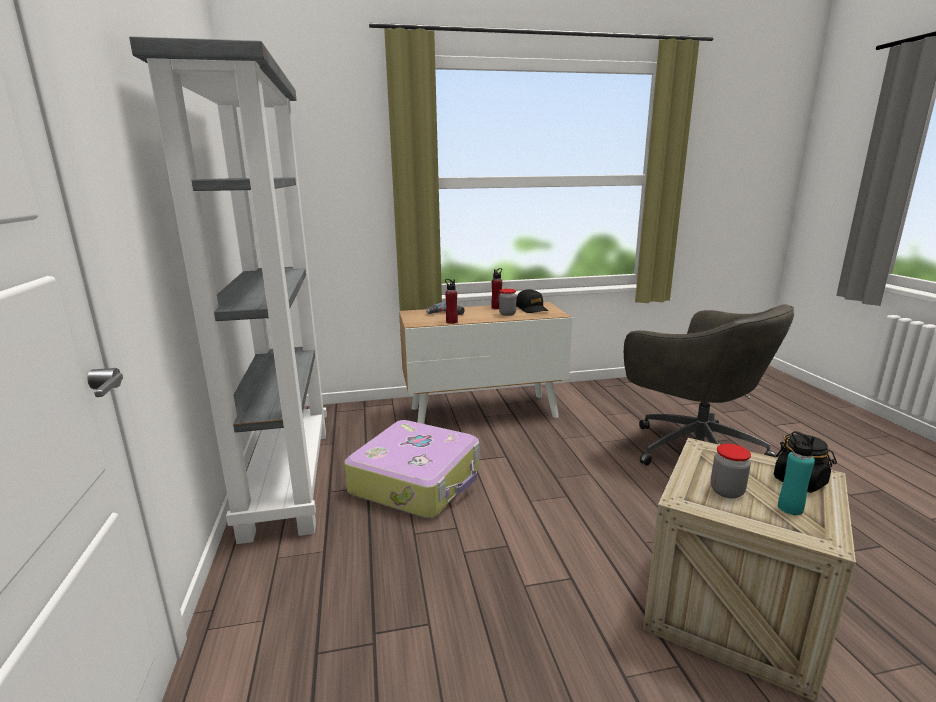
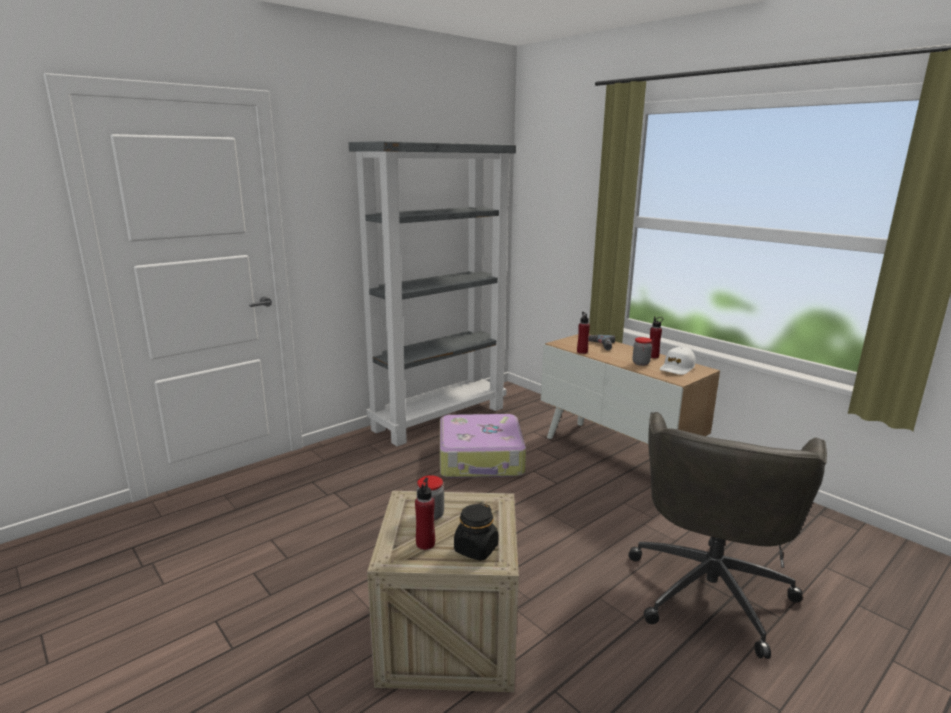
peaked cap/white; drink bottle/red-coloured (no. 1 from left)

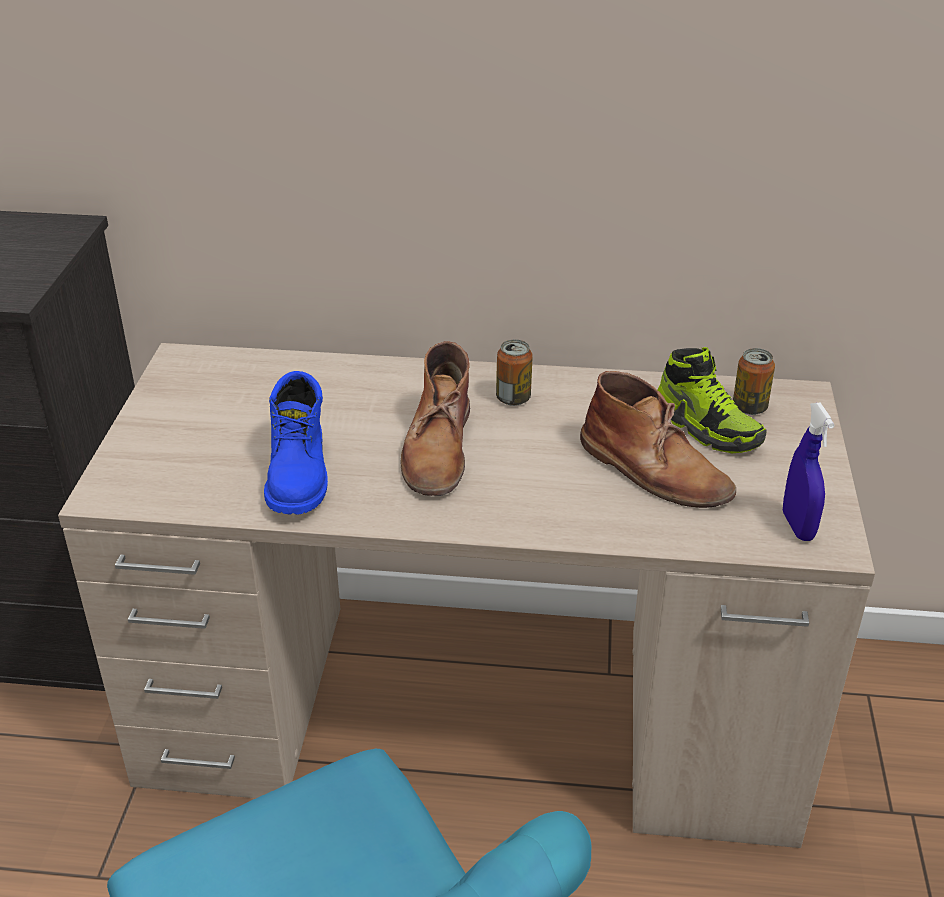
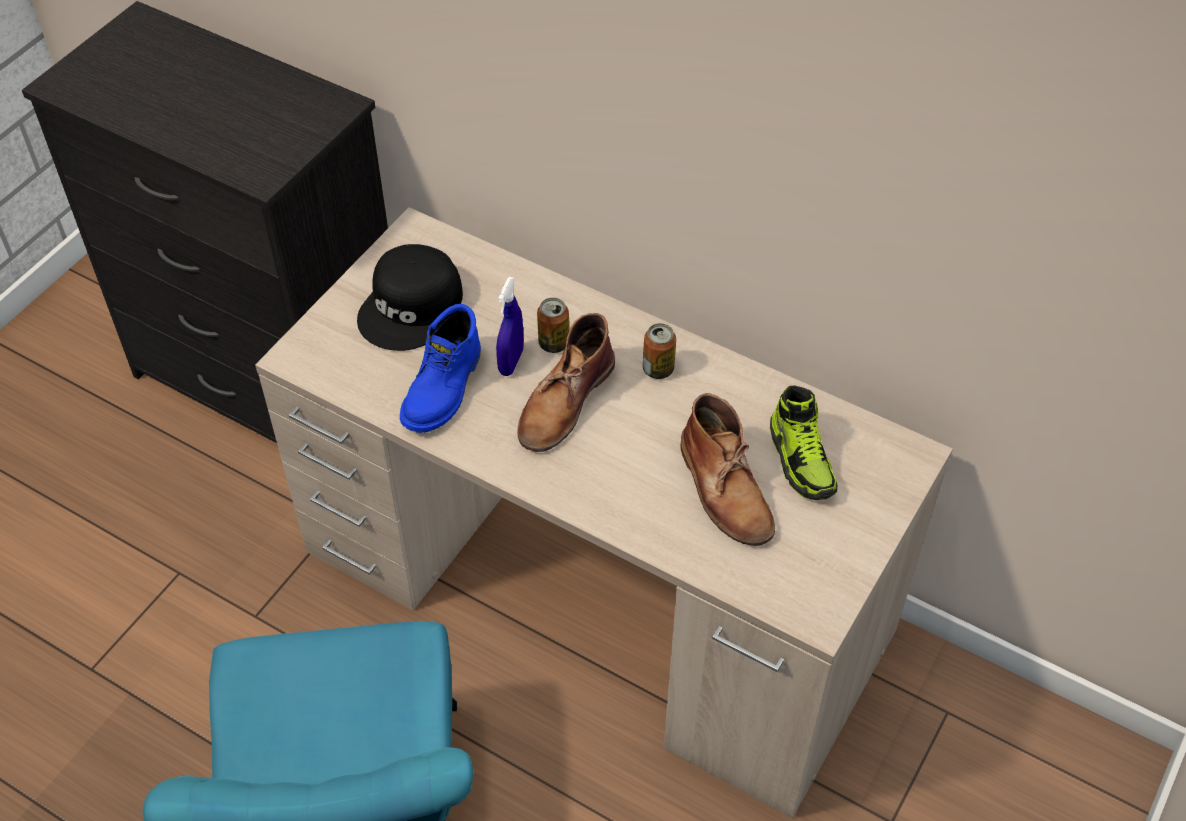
sealed can (no. 1 from left); sprayer/blue; peaked cap/black-coloured

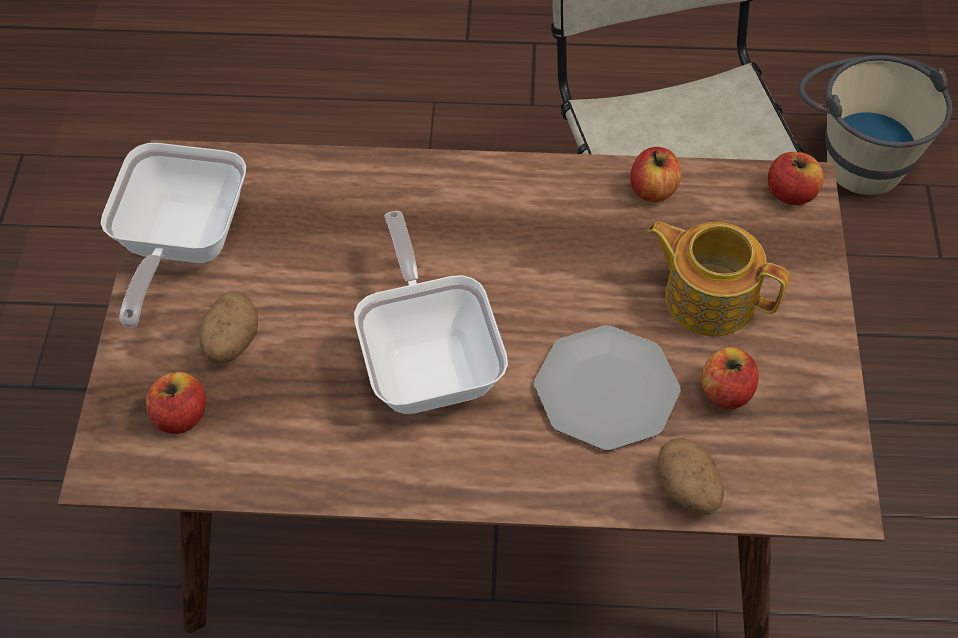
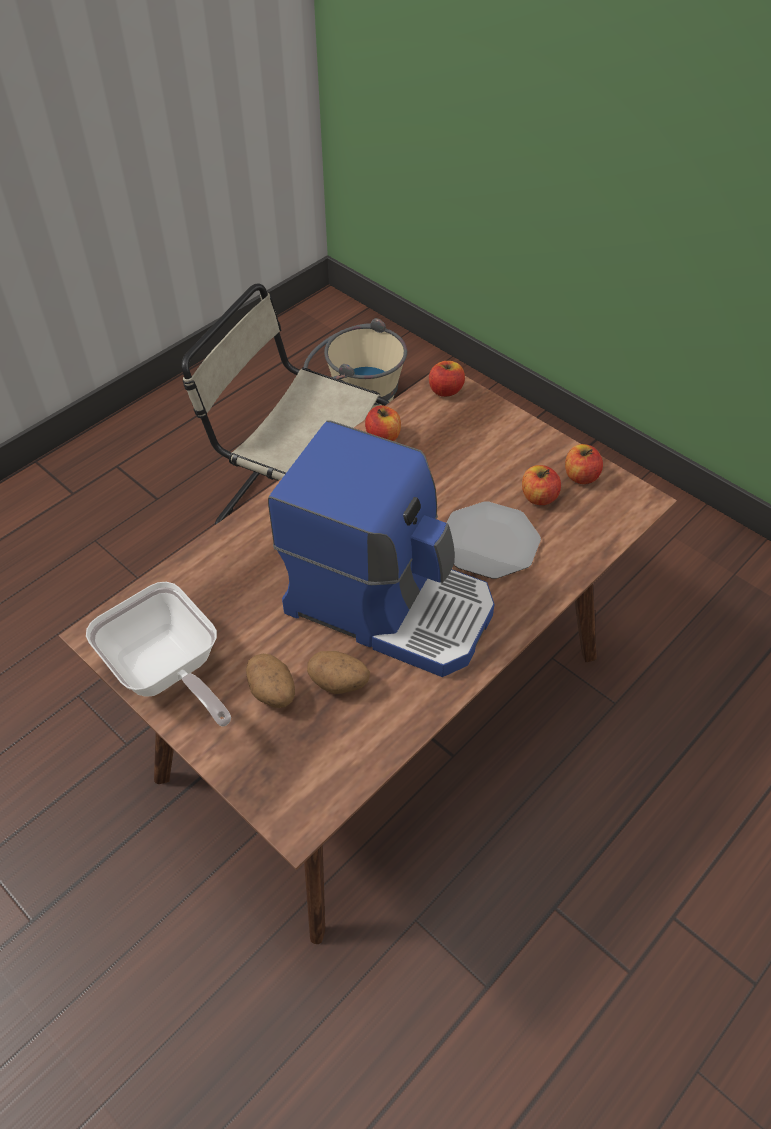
coffee machine; teapot; apple fruit (no. 4 from left); spud (no. 2 from left)

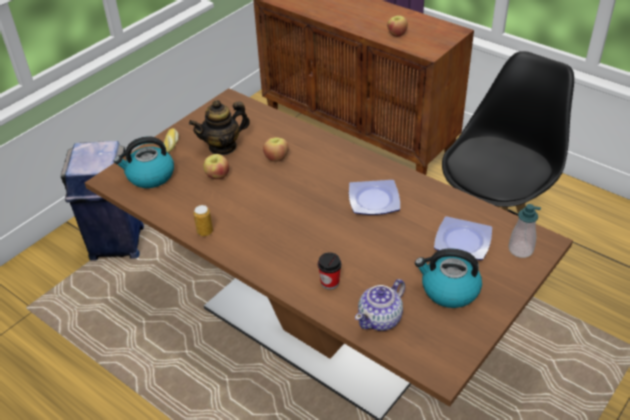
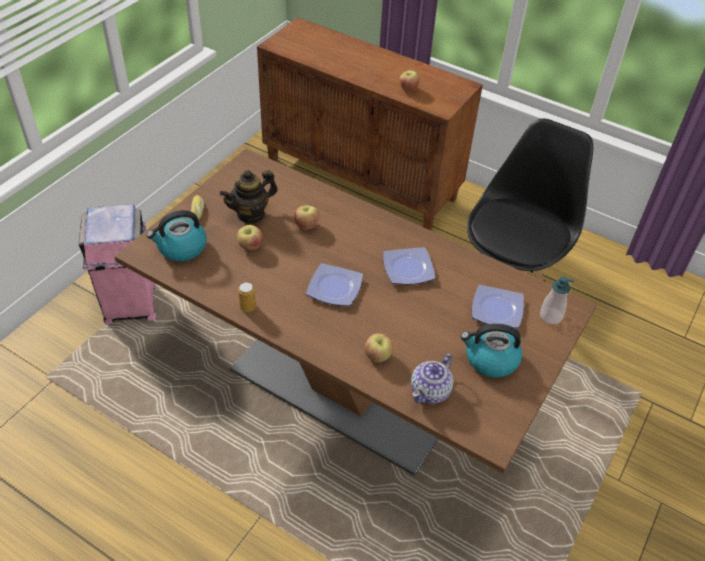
waste bin/pinkish; apple fruit (no. 3 from left); plate (no. 1 from left)

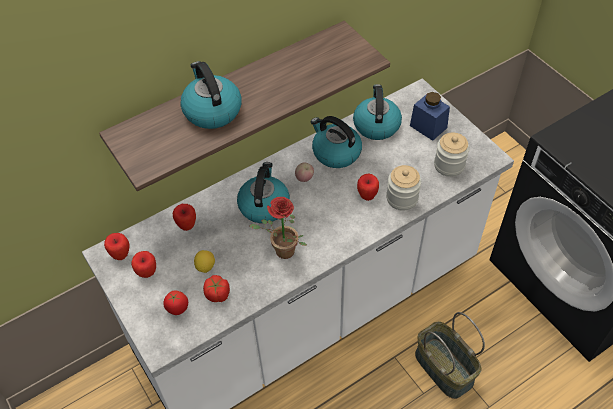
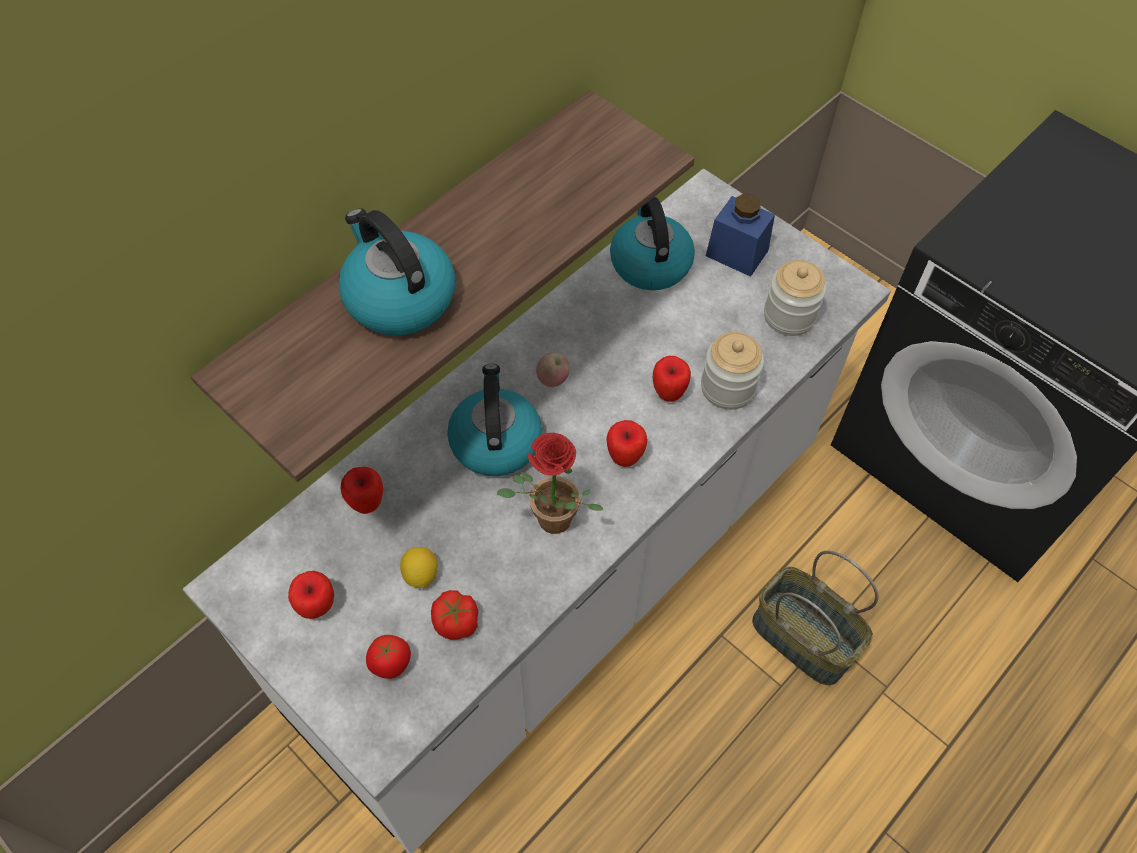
water kettle (no. 3 from left in the first image); apple fruit (no. 4 from left)

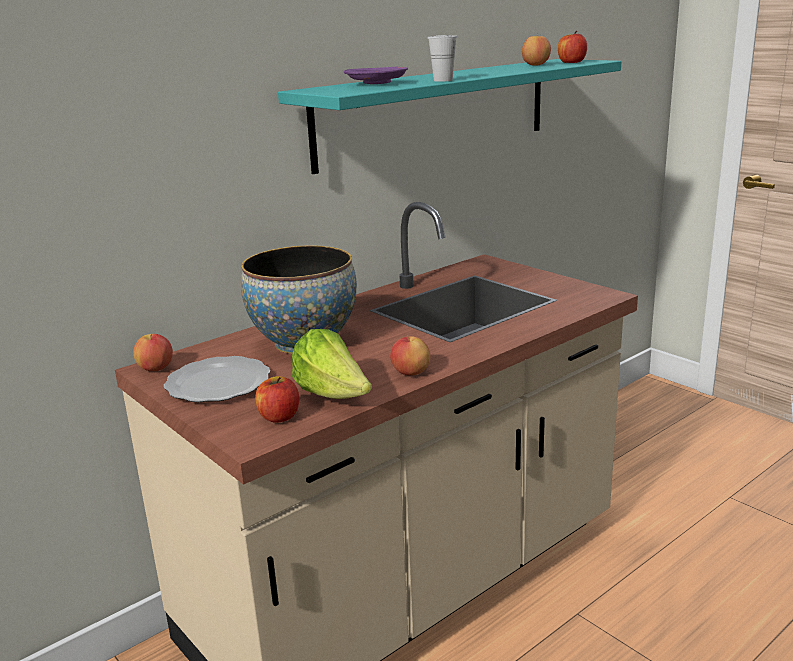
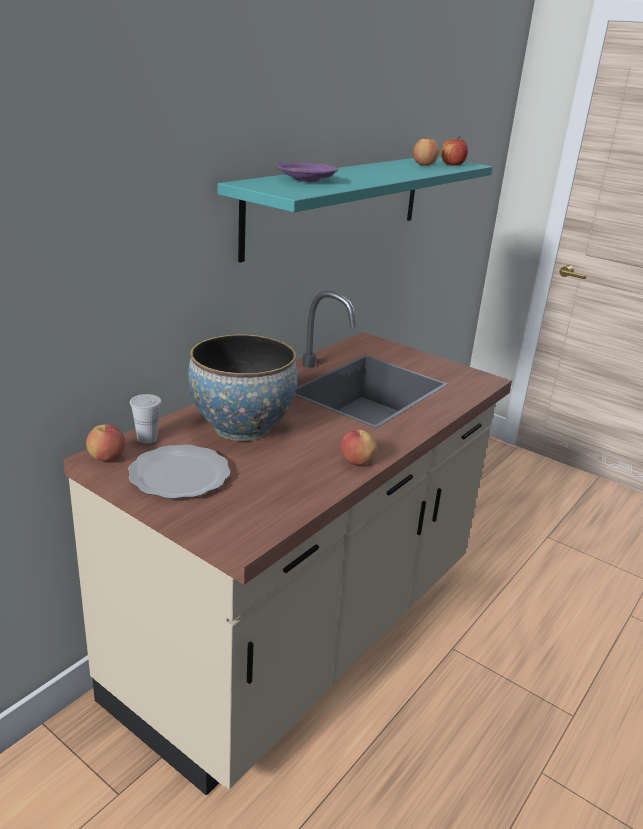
drinking cup/white; head of lettuce; apple fruit (no. 2 from left in the first image)

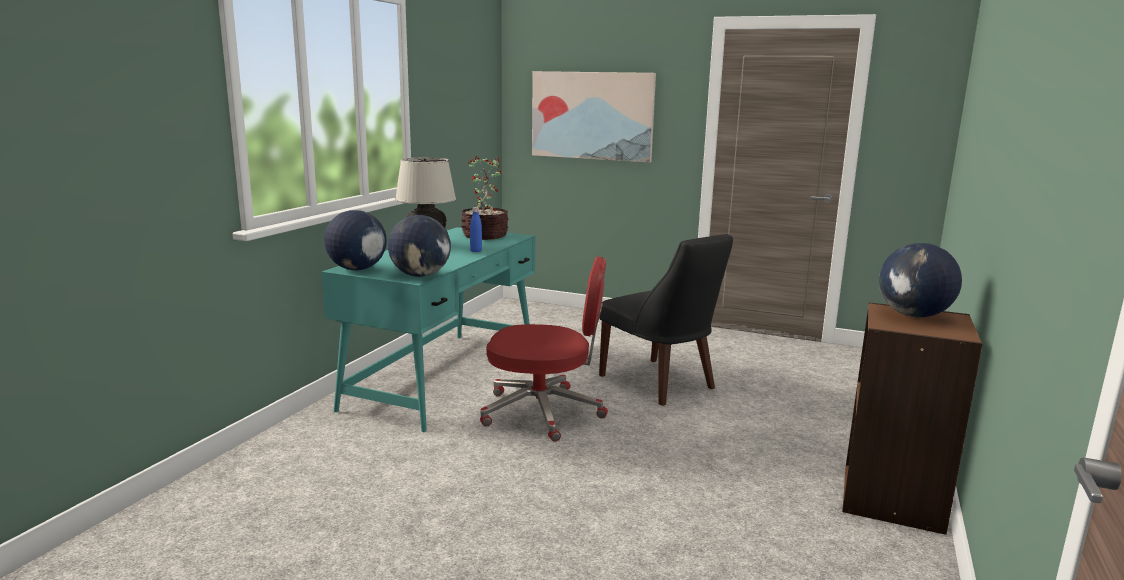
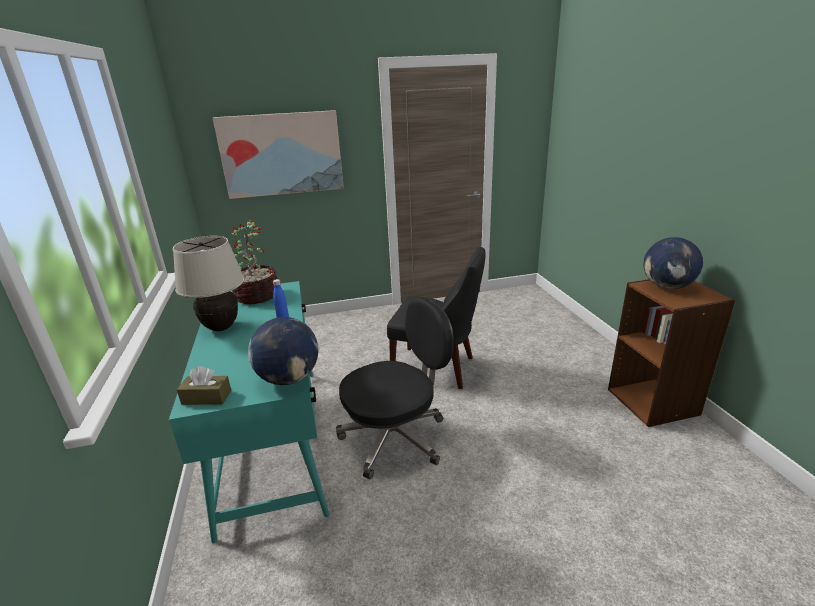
tissue holder/brownish; desk chair/black-coloured

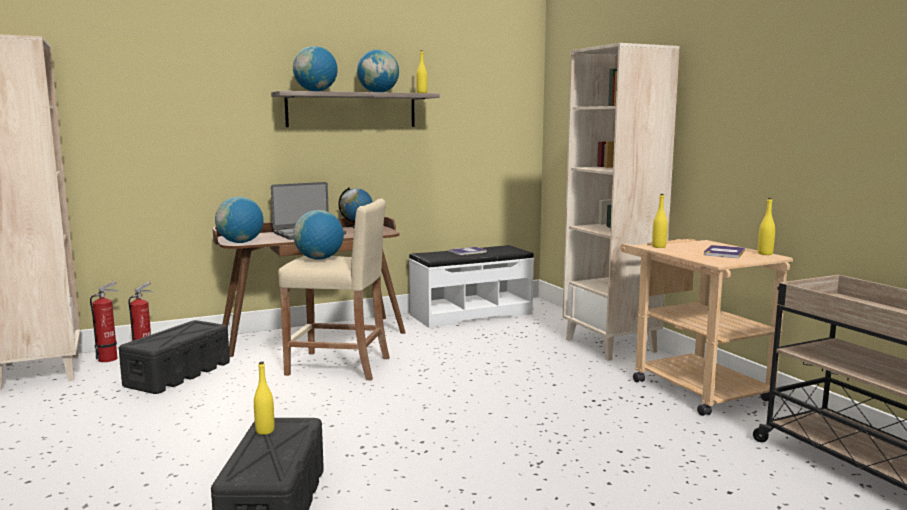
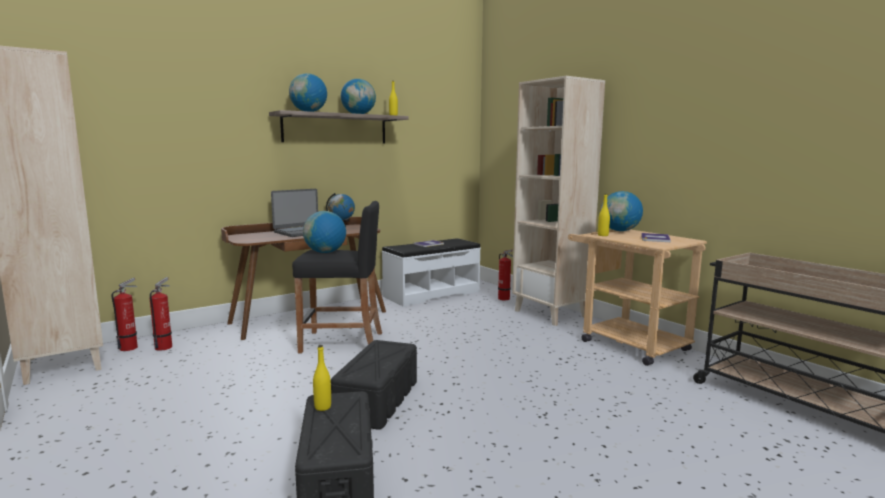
globe (no. 5 from left); stool seat/black-coloured; drink bottle/yellowish (no. 4 from left in the first image); storage bin/black-coloured (no. 2 from left); extinguisher (no. 3 from left)

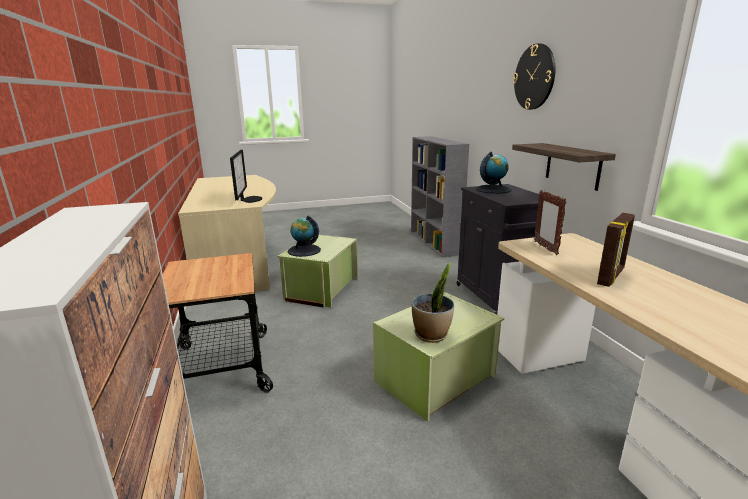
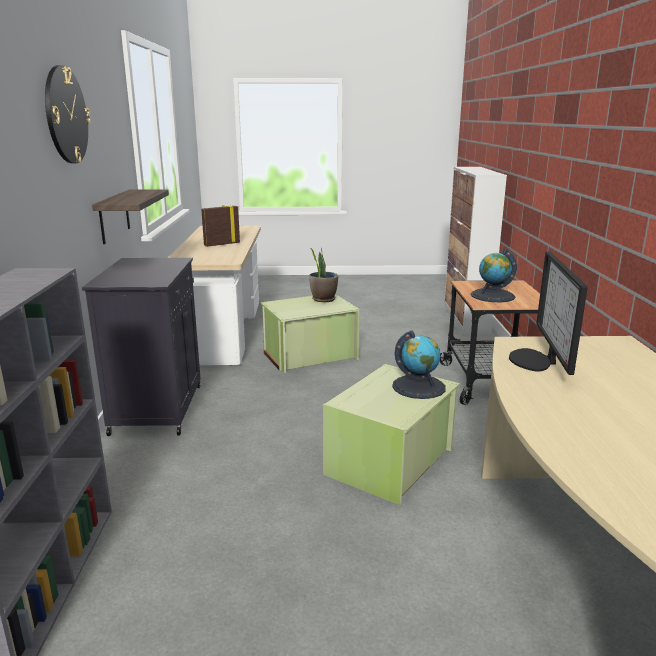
globe (no. 2 from left); photo frame (no. 1 from left in the first image)

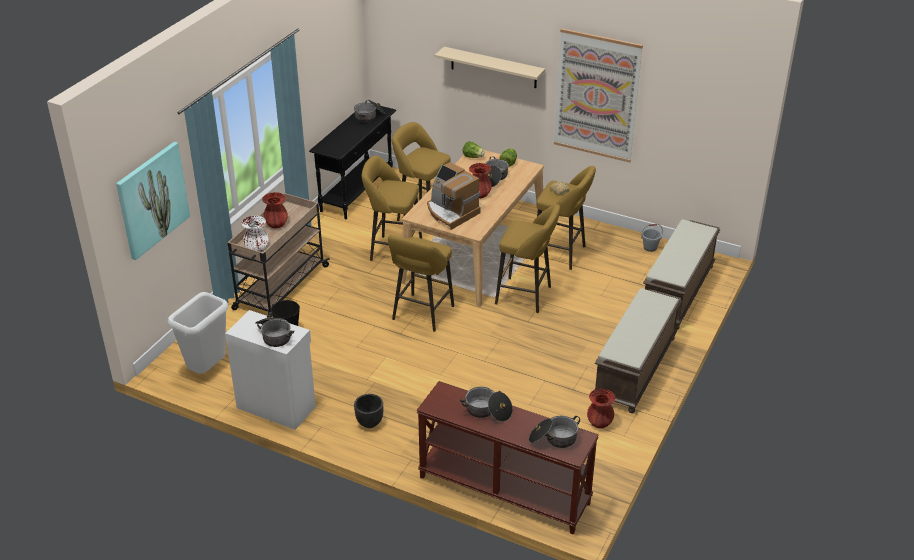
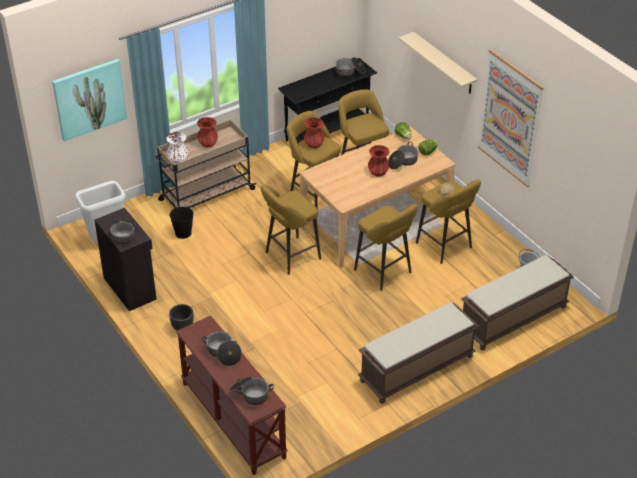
coffee machine; cabinet/black-coloured; flower vase/red-coloured (no. 2 from left)

